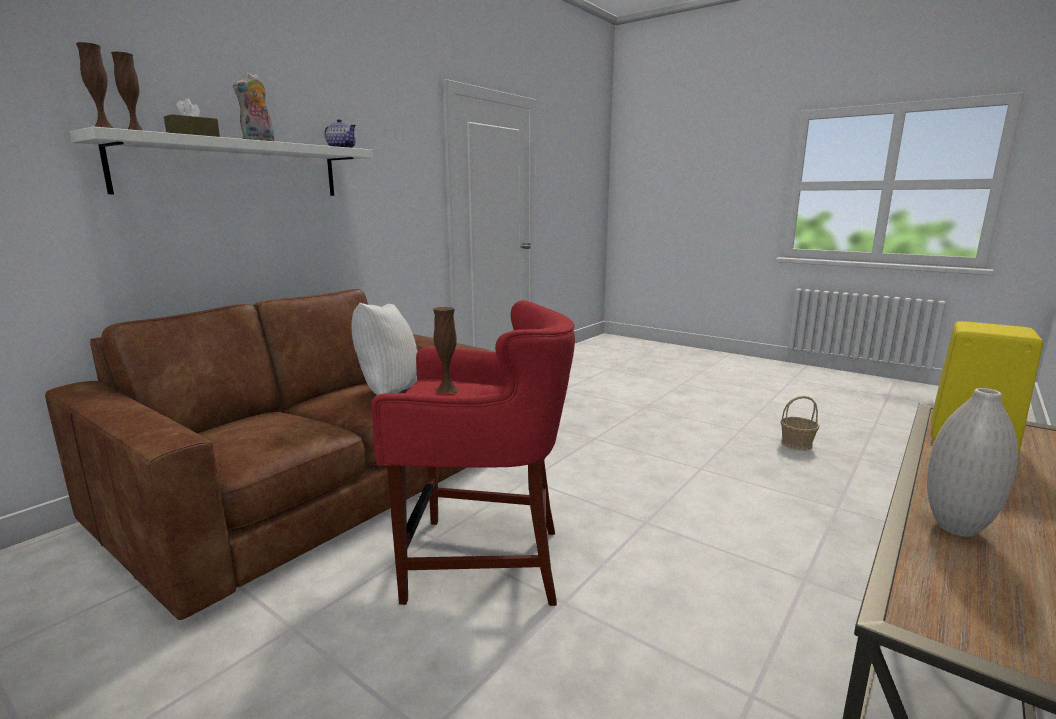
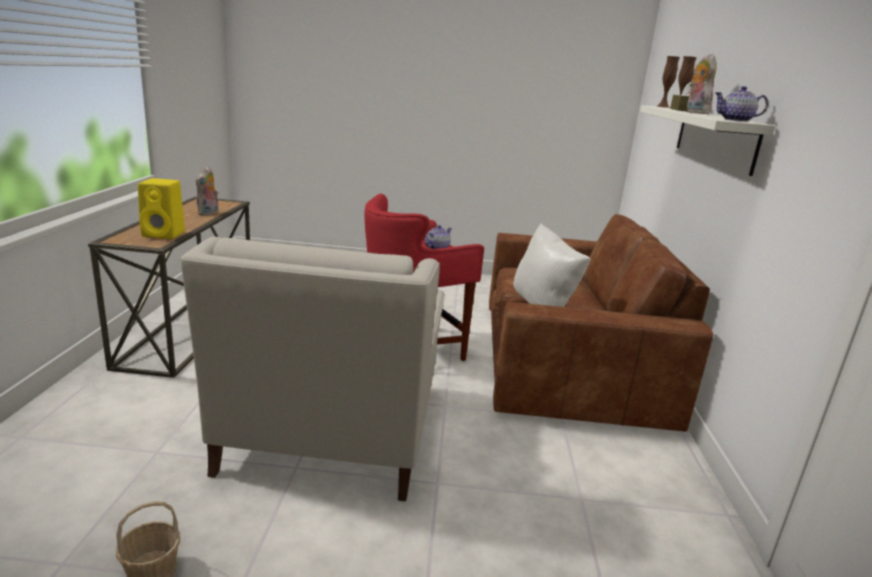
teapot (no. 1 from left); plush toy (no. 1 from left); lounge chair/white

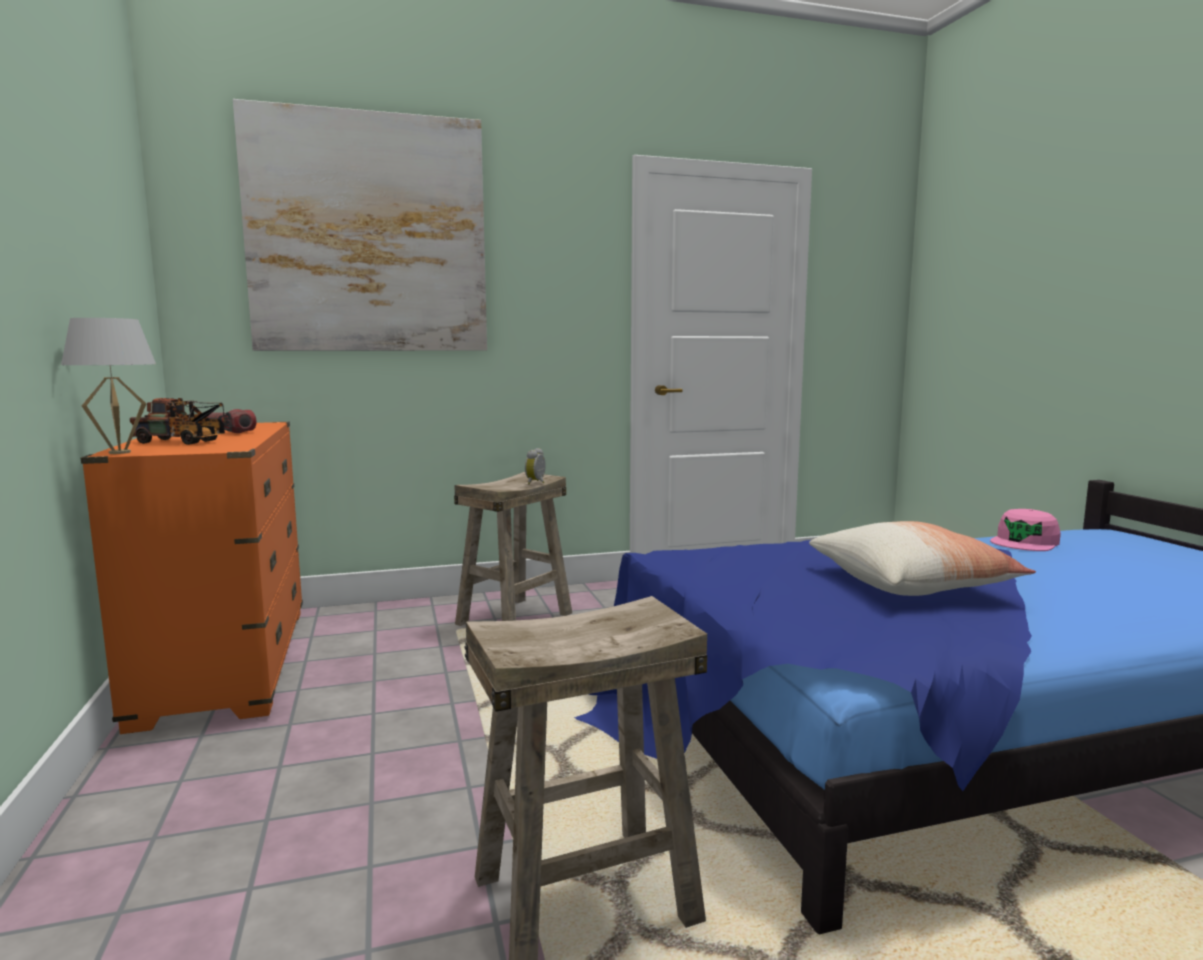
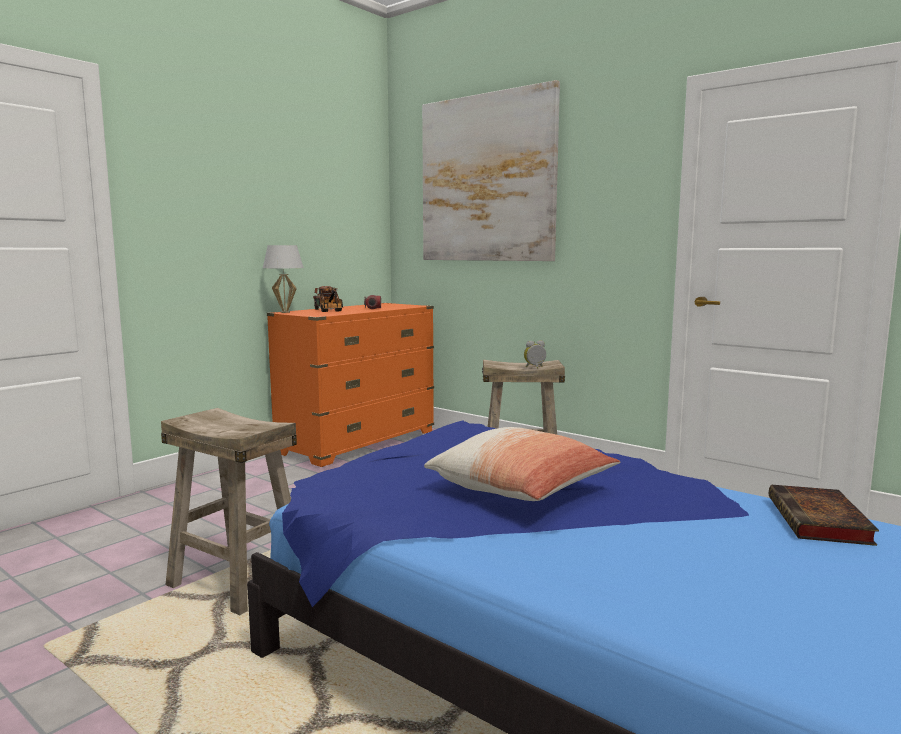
book

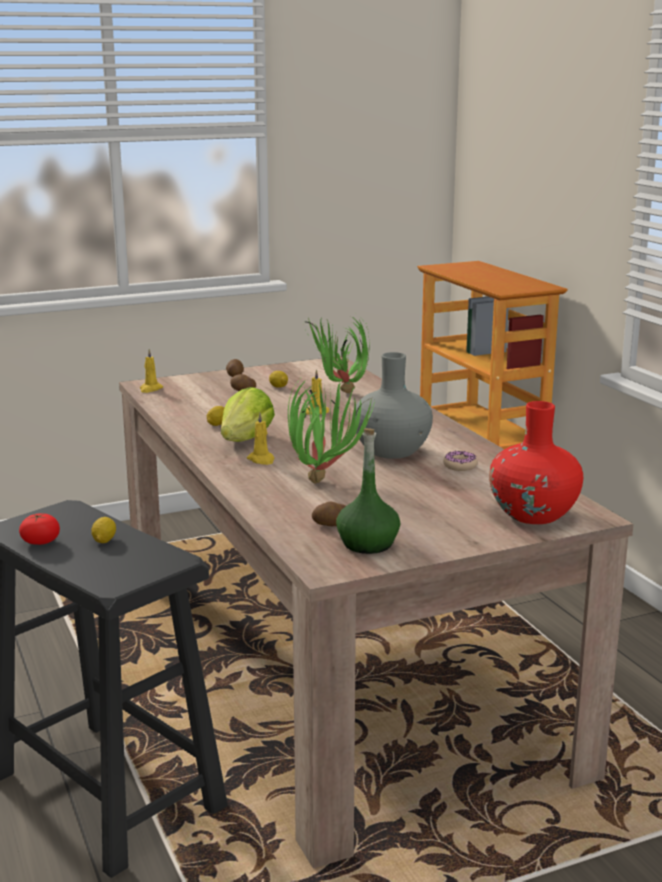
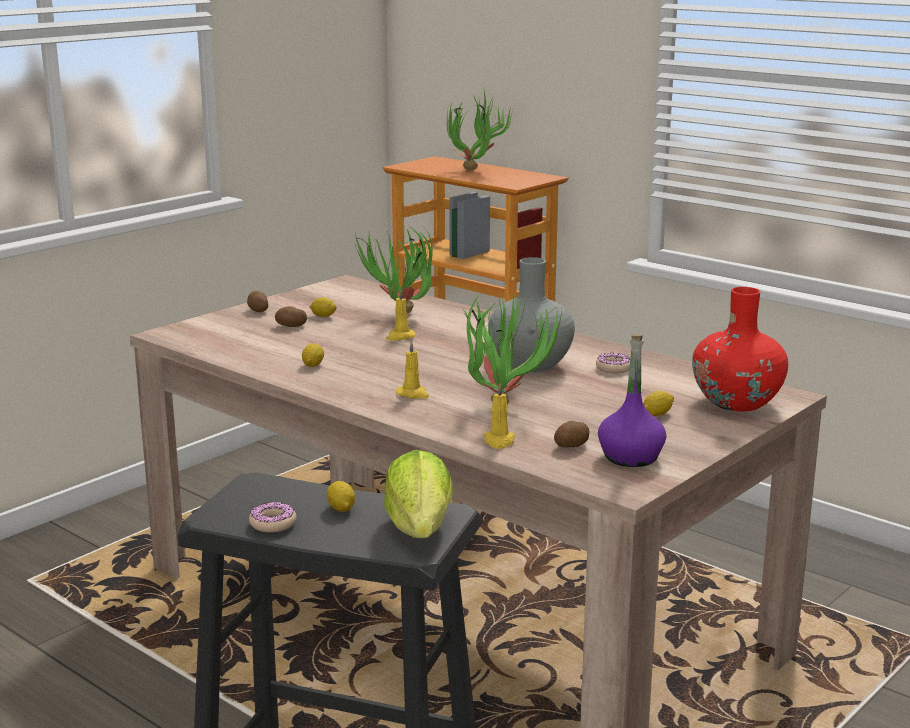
wax candle/yellowish (no. 3 from left); head of lettuce; drink bottle/purple-coloured; donut (no. 1 from left); houseplant (no. 2 from left); whole lemon (no. 4 from left)

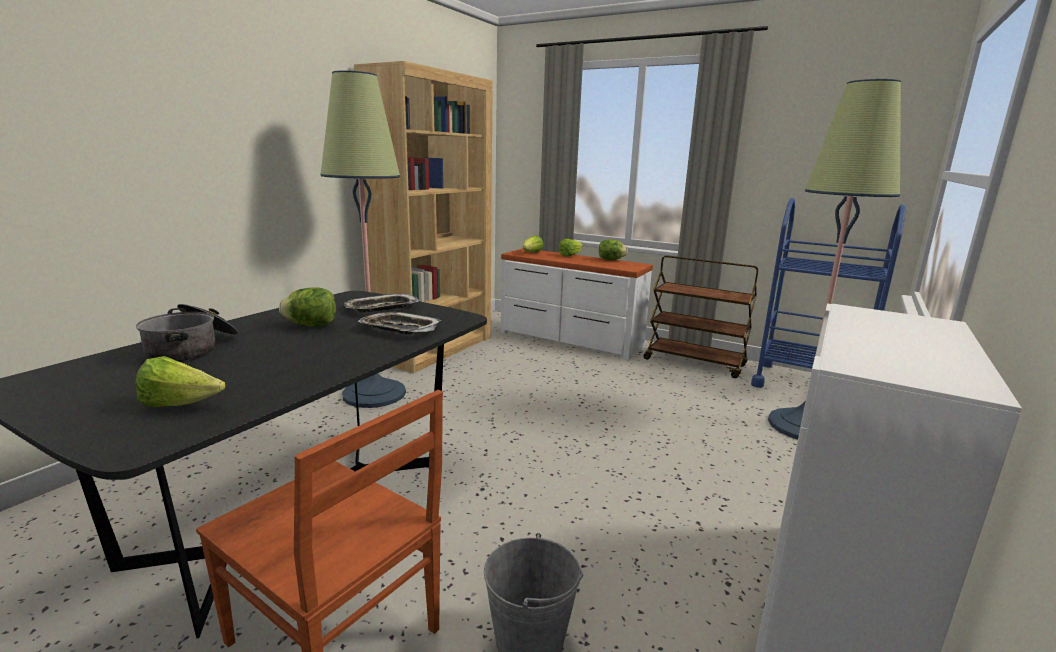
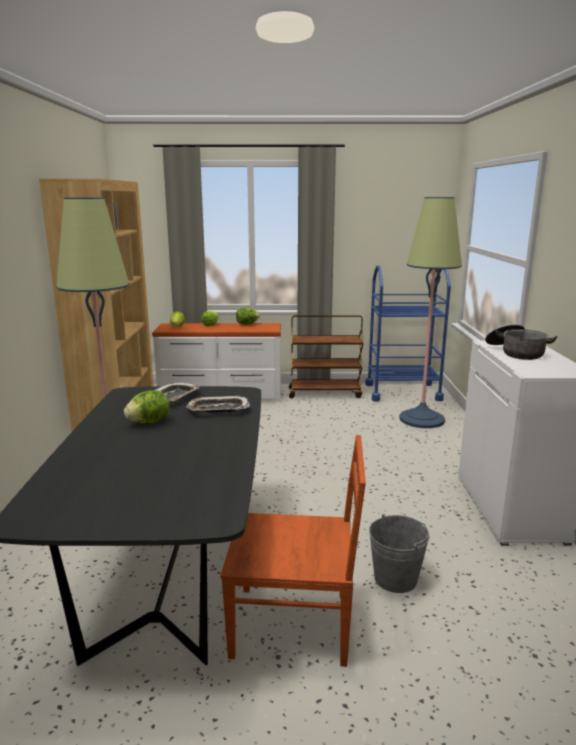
cooking pot; head of lettuce (no. 1 from left in the first image)

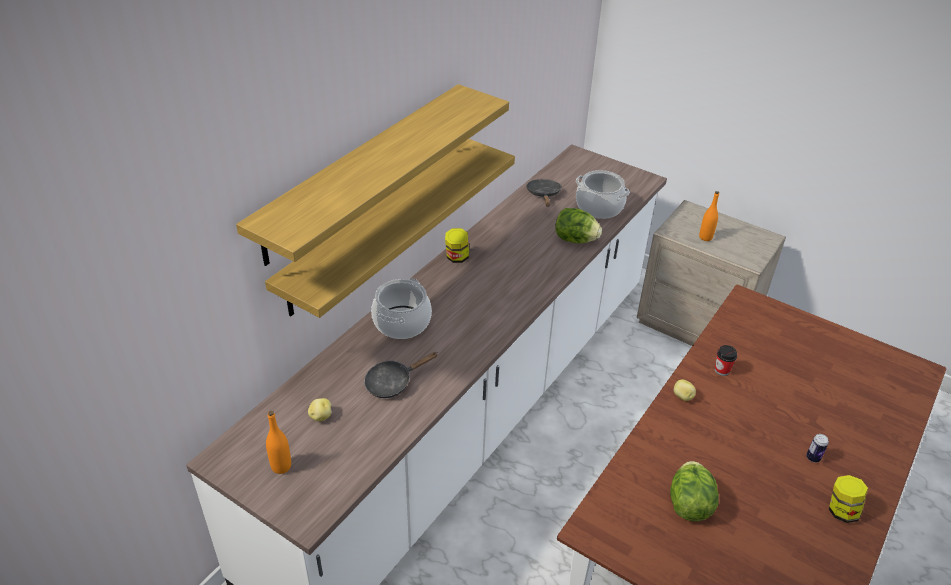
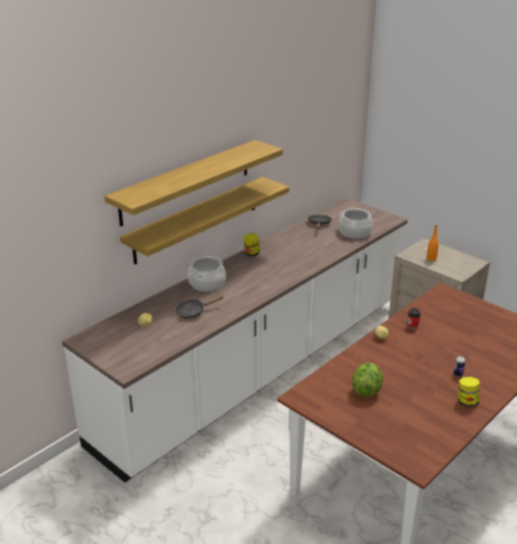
head of lettuce (no. 1 from left in the first image); drink bottle/orange (no. 1 from left in the first image)

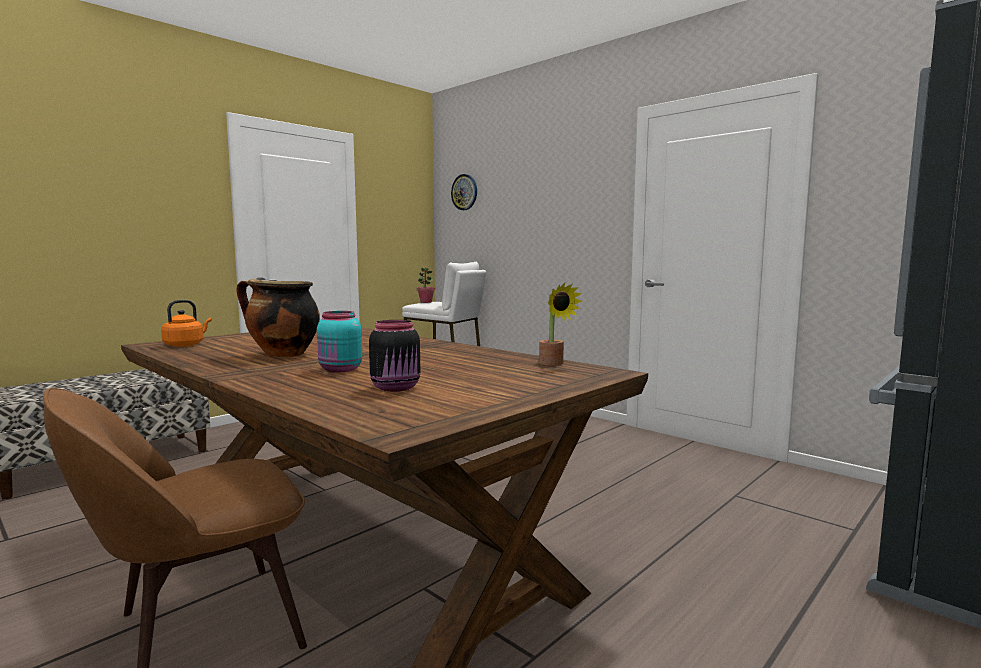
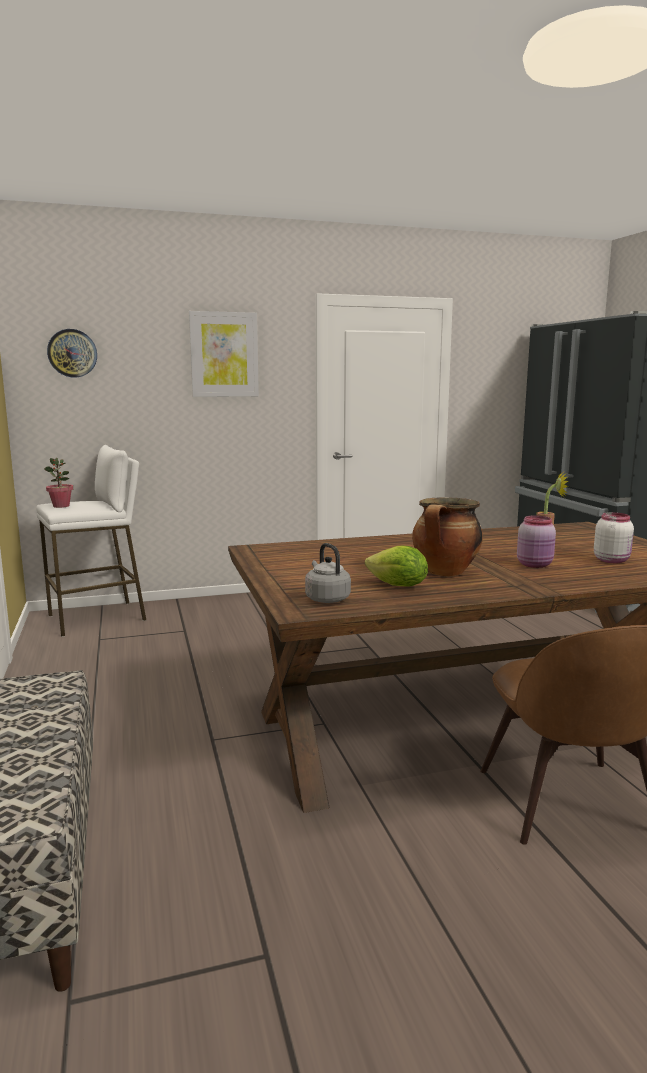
water kettle/grey; storage jar/pinkish; storage jar/white; picture; head of lettuce

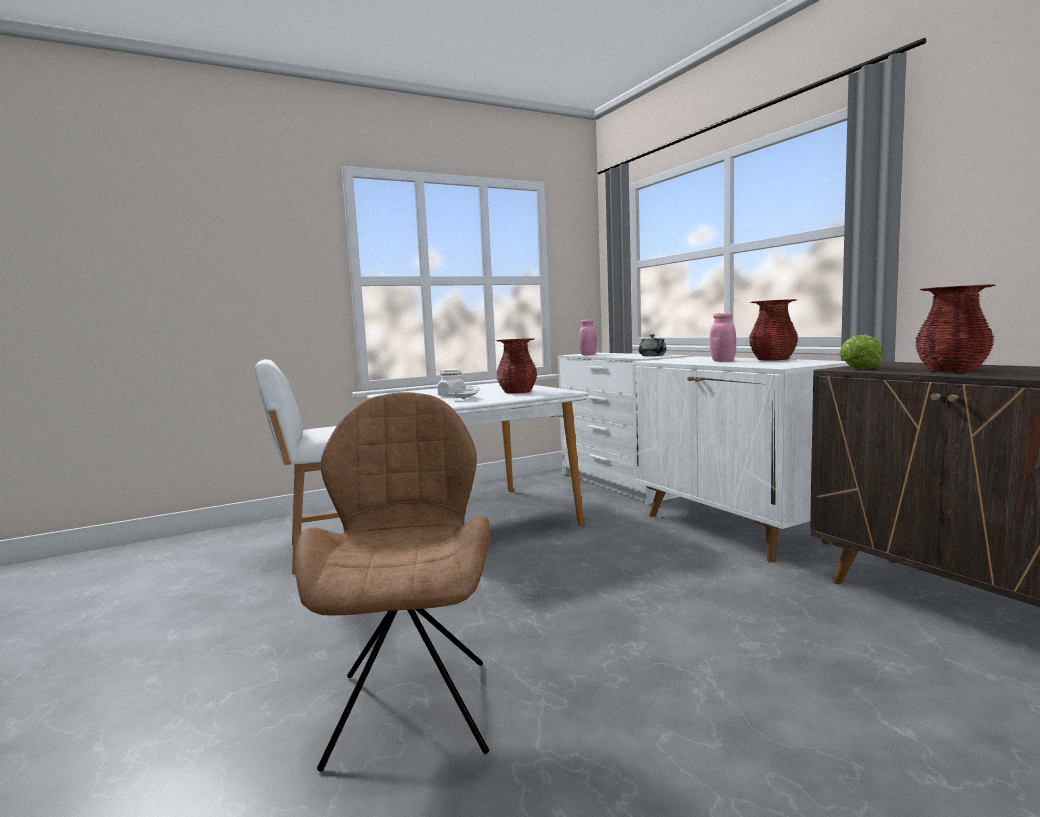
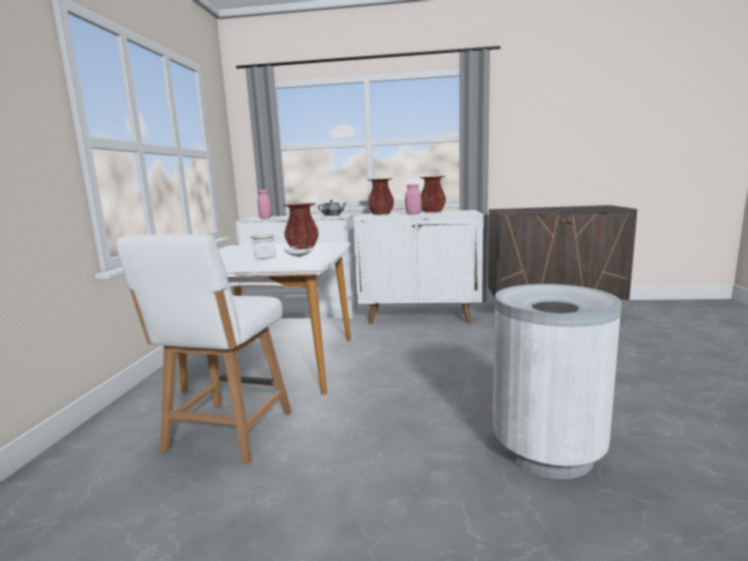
flower vase/red-coloured (no. 2 from left); head of lettuce; waste bin/white

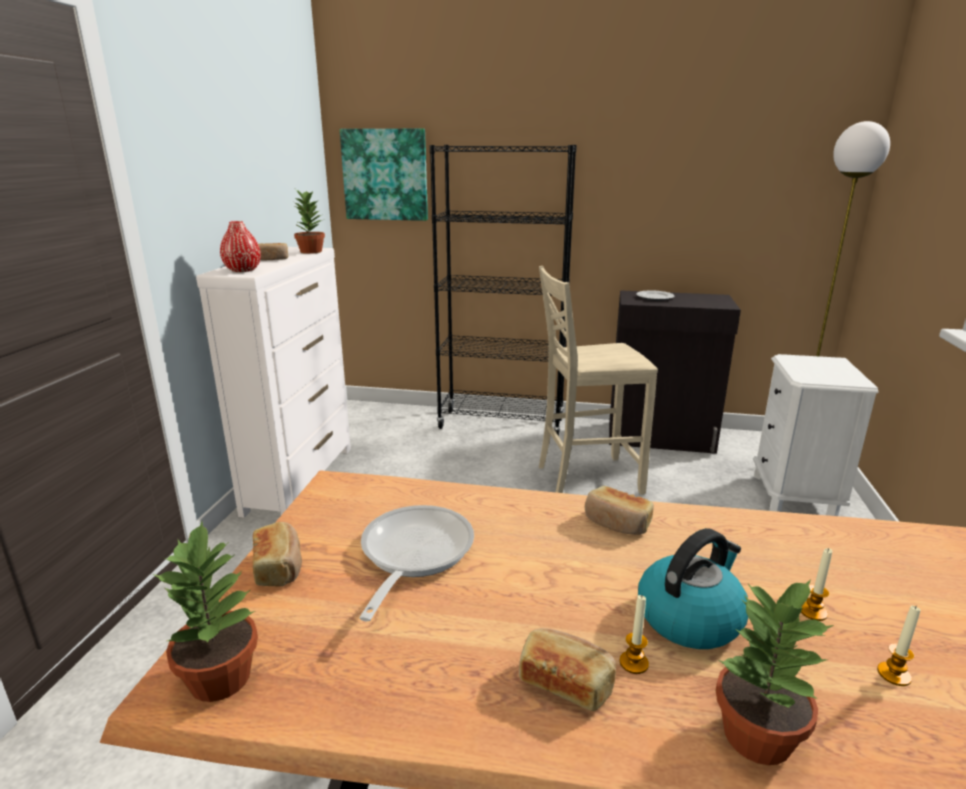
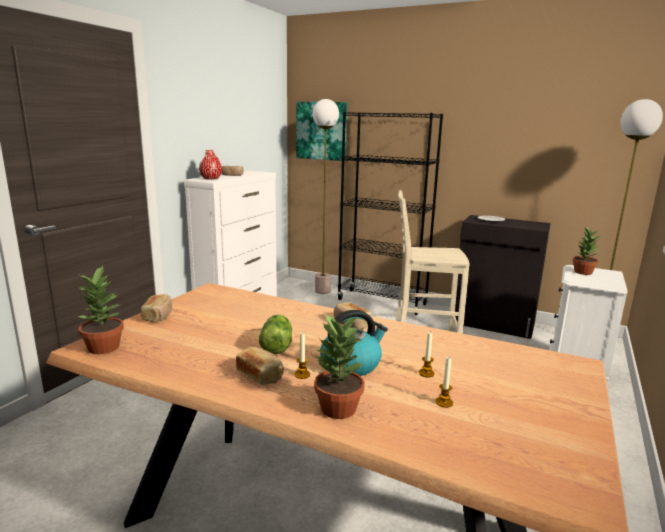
houseplant (no. 3 from left); pan; floor lamp (no. 1 from left); head of lettuce

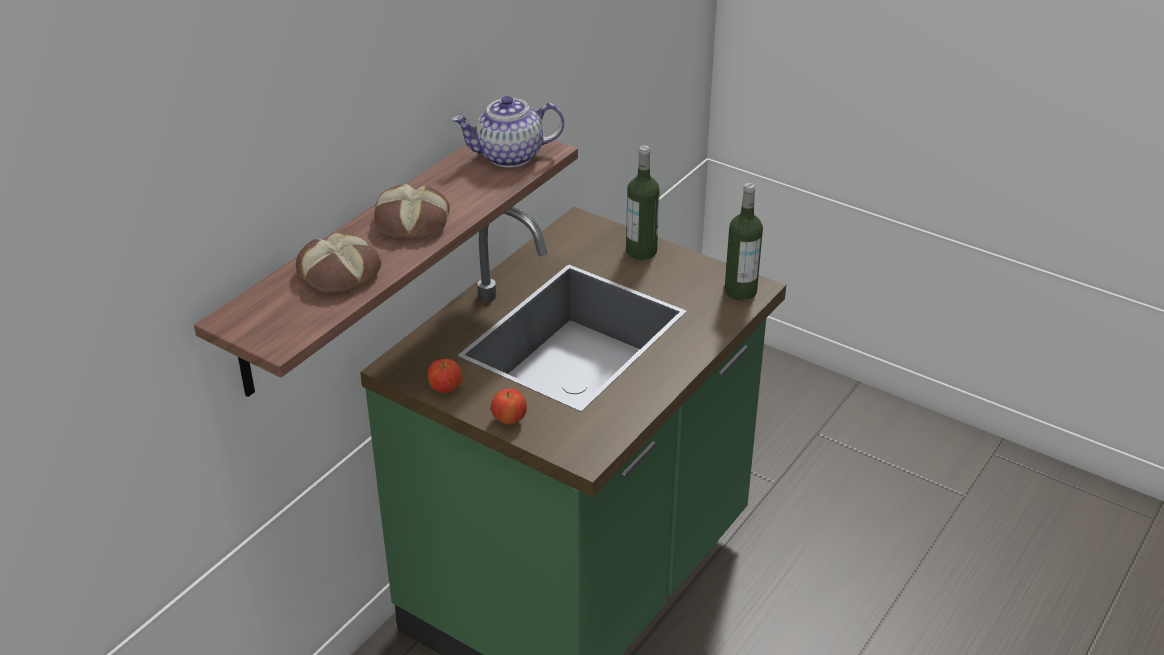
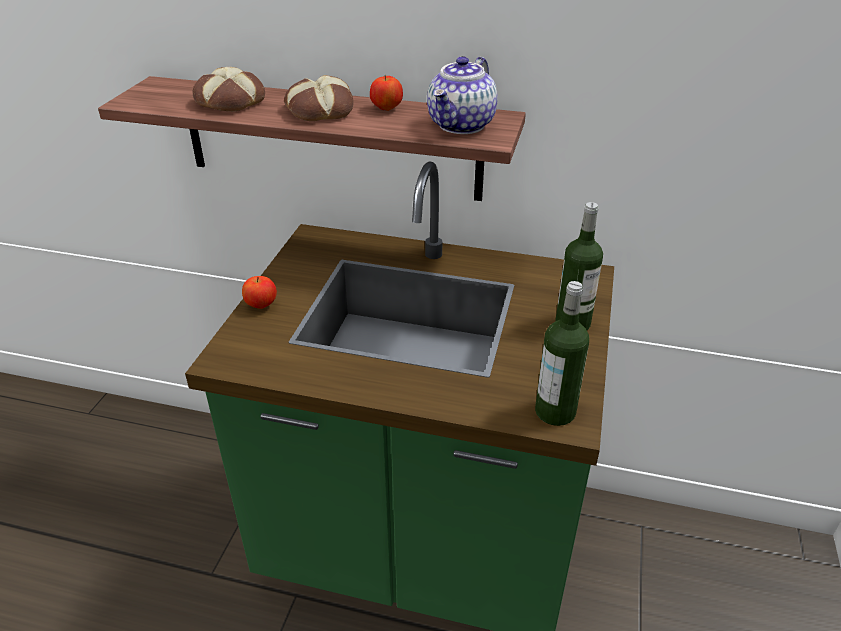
teapot; apple fruit (no. 2 from left)

